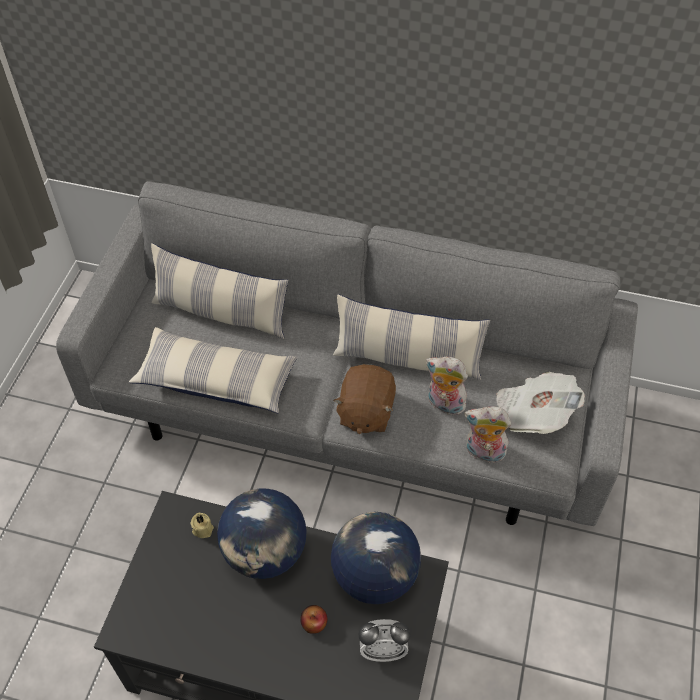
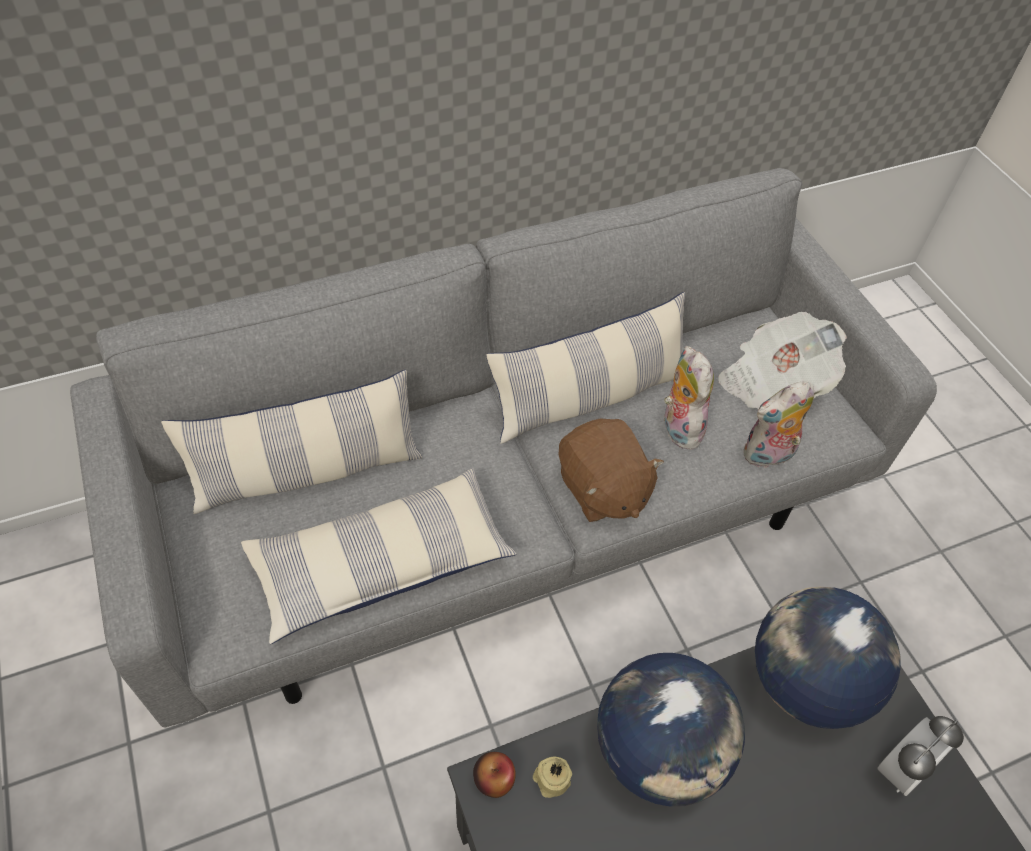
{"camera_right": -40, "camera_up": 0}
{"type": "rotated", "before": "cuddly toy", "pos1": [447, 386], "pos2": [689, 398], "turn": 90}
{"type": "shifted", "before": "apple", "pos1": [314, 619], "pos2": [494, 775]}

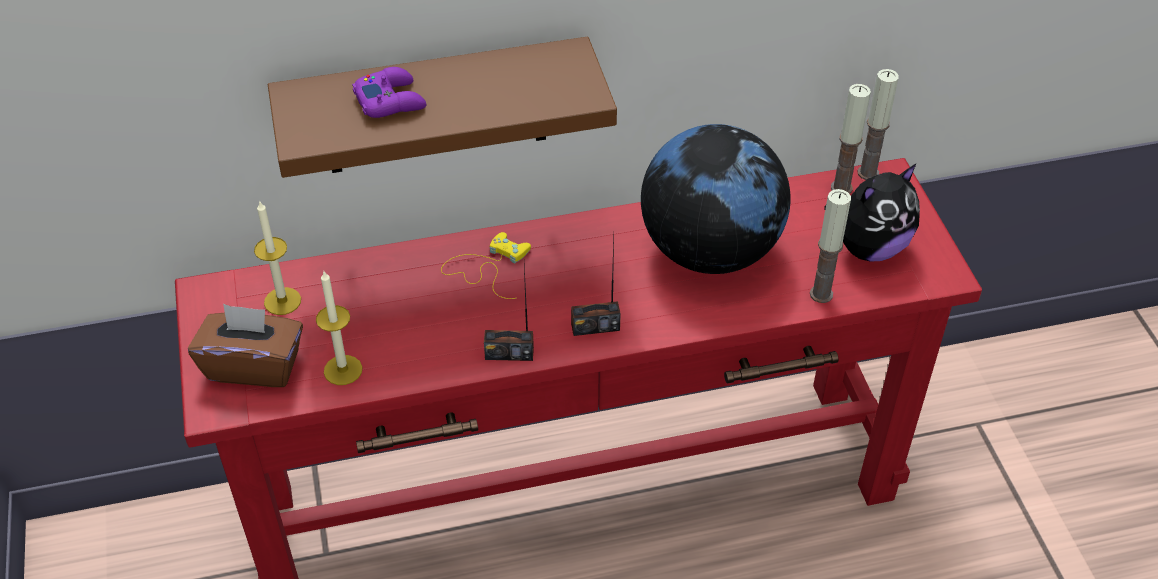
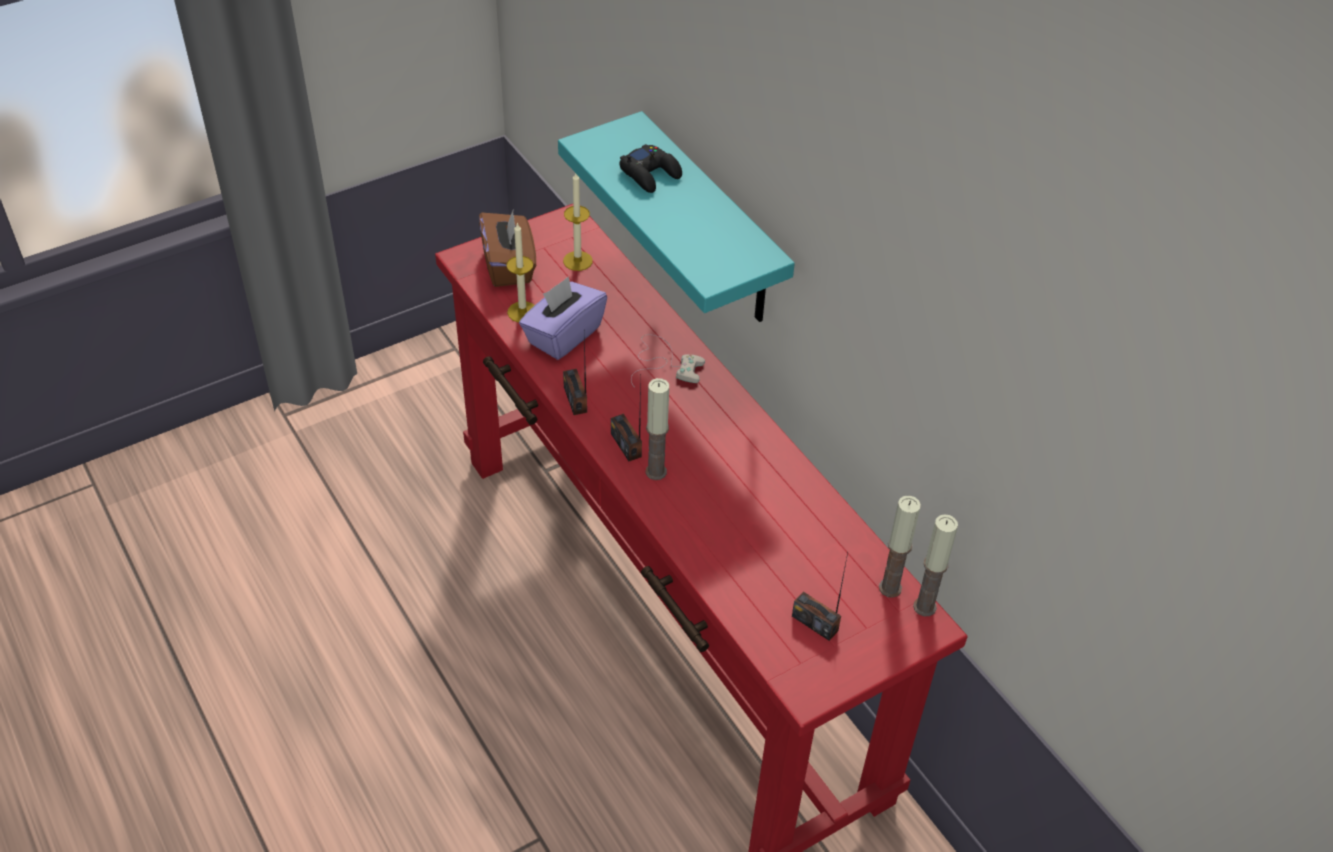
{"camera_right": 70, "camera_up": 0}
{"type": "repainted", "before": "brownish shelf", "after": "turquoise shelf", "pos1": [442, 107], "pos2": [676, 216]}
{"type": "repainted", "before": "purple joypad", "after": "blackish joypad", "pos1": [389, 92], "pos2": [650, 168]}
{"type": "gone", "before": "world globe", "pos1": [716, 199]}
{"type": "swapped", "before": "cuddly toy", "after": "radio", "pos1": [872, 212], "pos2": [820, 597]}
{"type": "shifted", "before": "wax candle", "pos1": [830, 246], "pos2": [657, 429]}
{"type": "repainted", "before": "yellowish joypad", "after": "white-coloured joypad", "pos1": [486, 265], "pos2": [668, 360]}
{"type": "new", "after": "purple tissue box", "pos2": [563, 318]}

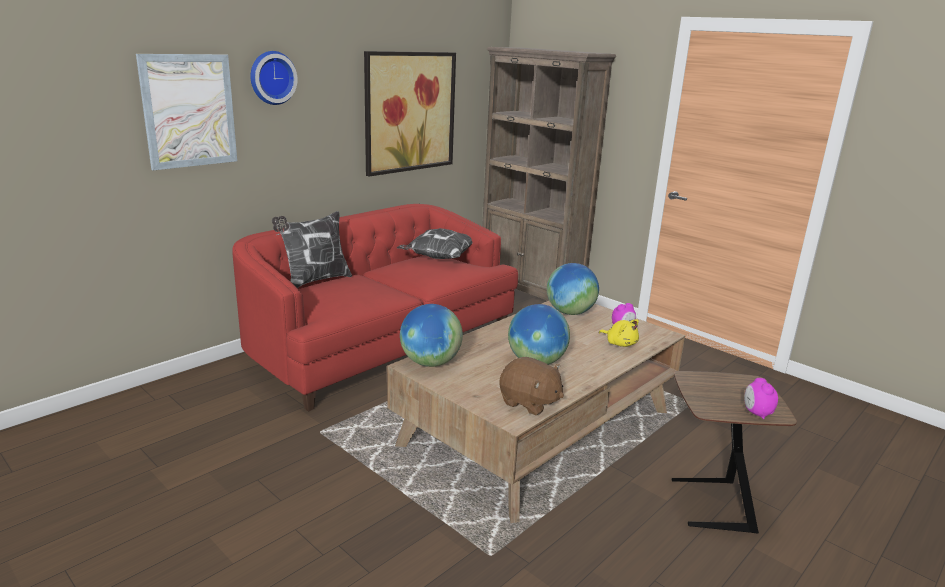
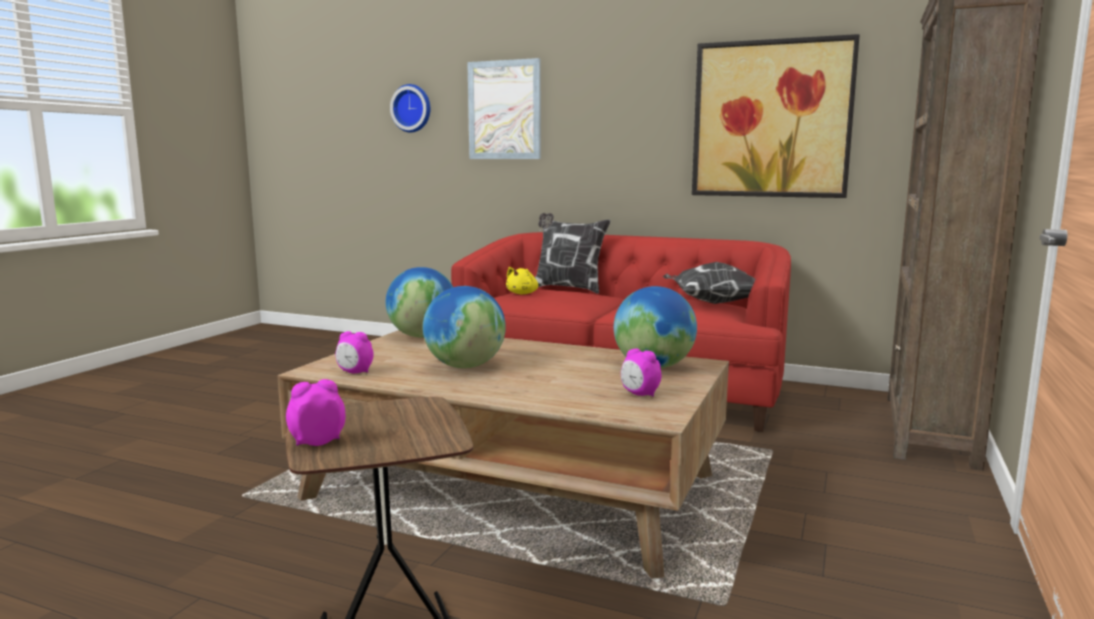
{"camera_right": 70, "camera_up": -10}
{"type": "shifted", "before": "wall clock", "pos1": [274, 78], "pos2": [410, 108]}
{"type": "shifted", "before": "yellowish cuddly toy", "pos1": [619, 333], "pos2": [522, 280]}
{"type": "swapped", "before": "brownish cuddly toy", "after": "alarm clock", "pos1": [531, 386], "pos2": [354, 352]}

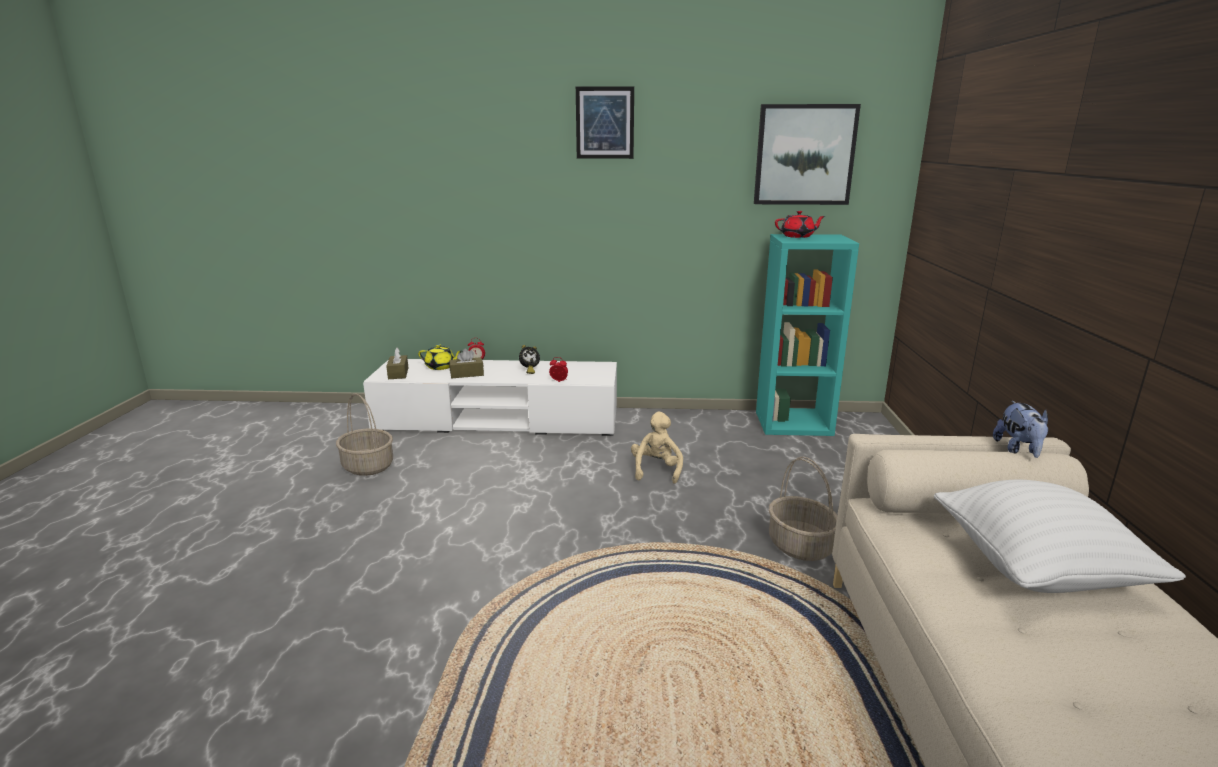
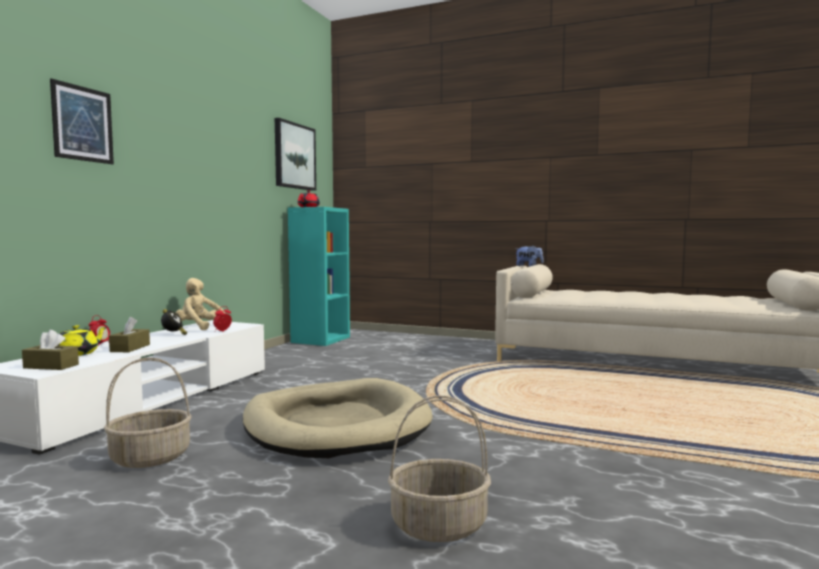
{"camera_right": -70, "camera_up": -15}
{"type": "shifted", "before": "wall picture", "pos1": [605, 122], "pos2": [82, 121]}
{"type": "shifted", "before": "beige-coloured cuddly toy", "pos1": [657, 448], "pos2": [200, 304]}
{"type": "shifted", "before": "household basket", "pos1": [803, 509], "pos2": [439, 469]}
{"type": "gone", "before": "white-coloured throw pillow", "pos1": [1060, 536]}
{"type": "new", "after": "beige-coloured dog bed", "pos2": [338, 418]}

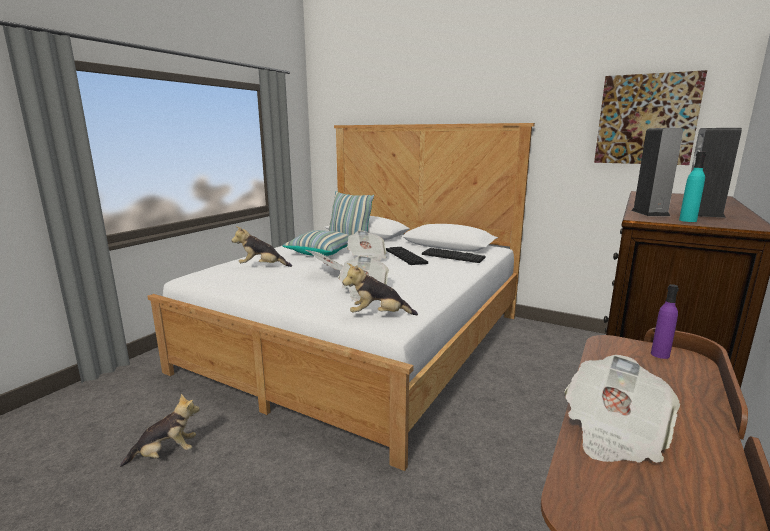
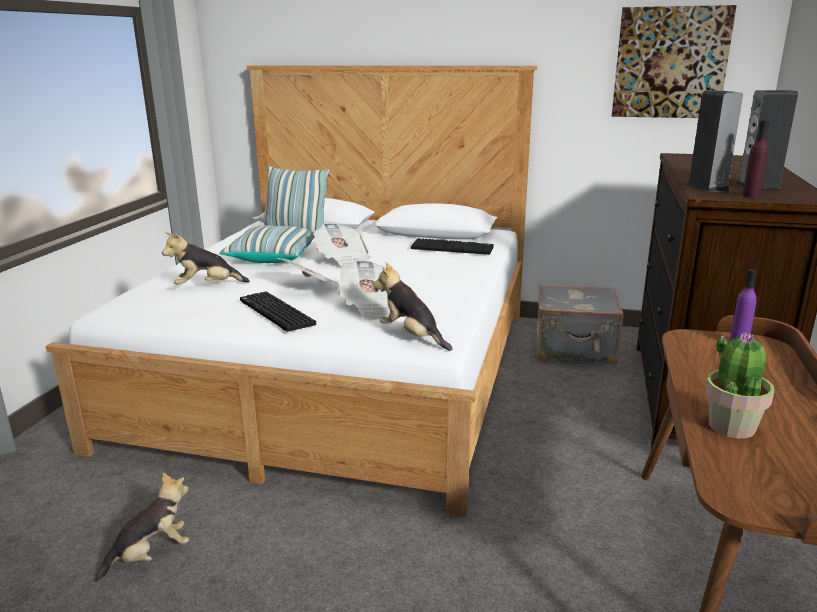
{"camera_right": -15, "camera_up": 5}
{"type": "repainted", "before": "turquoise bottle", "after": "purple bottle", "pos1": [692, 187], "pos2": [756, 159]}
{"type": "shifted", "before": "keyboard", "pos1": [407, 256], "pos2": [278, 312]}
{"type": "rotated", "before": "cuddly toy", "pos1": [380, 289], "pos2": [412, 307], "turn": 60}
{"type": "swapped", "before": "daily paper", "after": "plant in a pot", "pos1": [622, 409], "pos2": [739, 385]}
{"type": "new", "after": "gray piece of luggage", "pos2": [580, 324]}

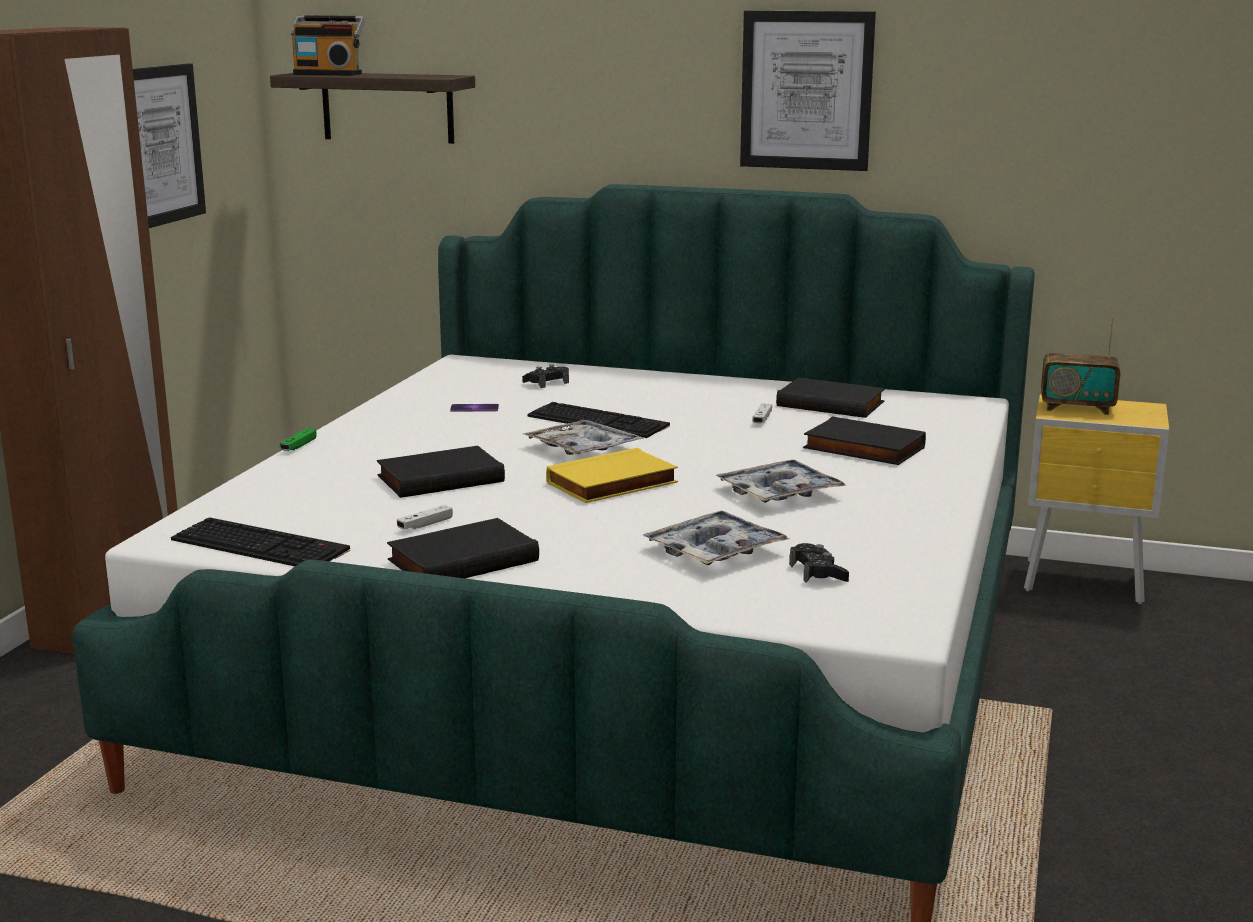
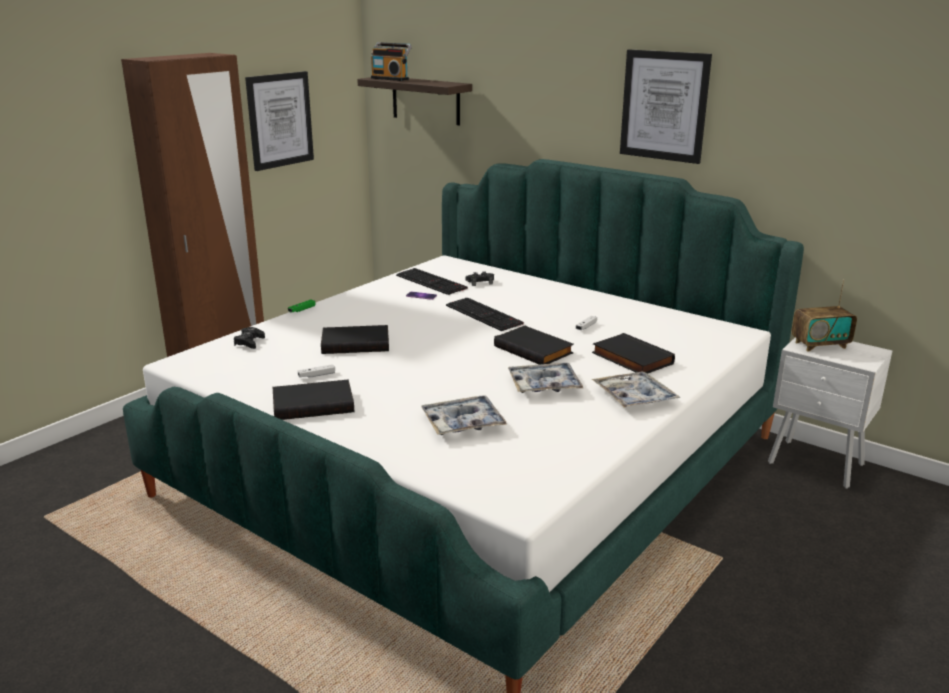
{"camera_right": 20, "camera_up": 5}
{"type": "rotated", "before": "radio", "pos1": [1080, 365], "pos2": [824, 315], "turn": -45}
{"type": "shifted", "before": "blackish bound book", "pos1": [830, 397], "pos2": [534, 345]}
{"type": "repainted", "before": "yellowish bedside table", "after": "white-coloured bedside table", "pos1": [1096, 499], "pos2": [830, 413]}
{"type": "shifted", "before": "carrying tray", "pos1": [583, 437], "pos2": [636, 390]}
{"type": "gone", "before": "yellowish bound book", "pos1": [612, 475]}
{"type": "shifted", "before": "keyboard", "pos1": [260, 542], "pos2": [432, 281]}
{"type": "shifted", "before": "blackish joypad", "pos1": [819, 563], "pos2": [249, 338]}

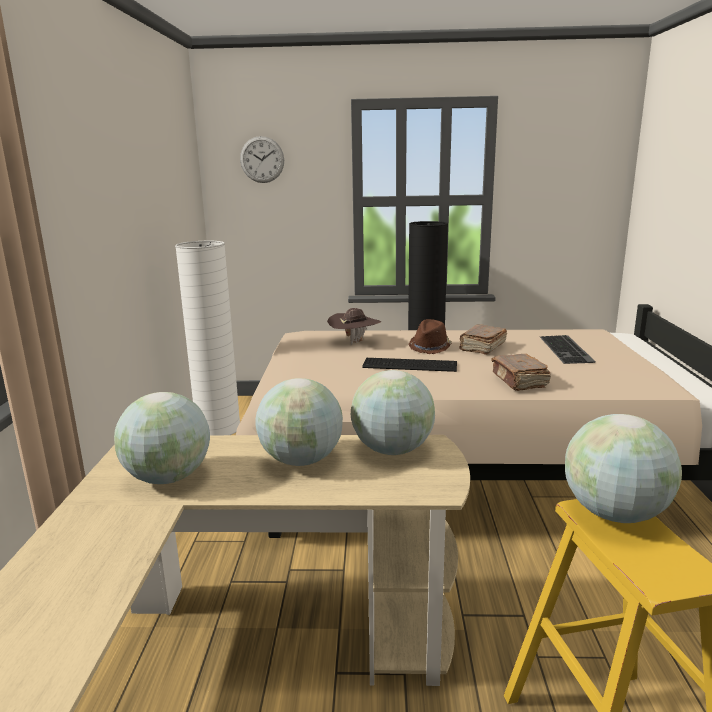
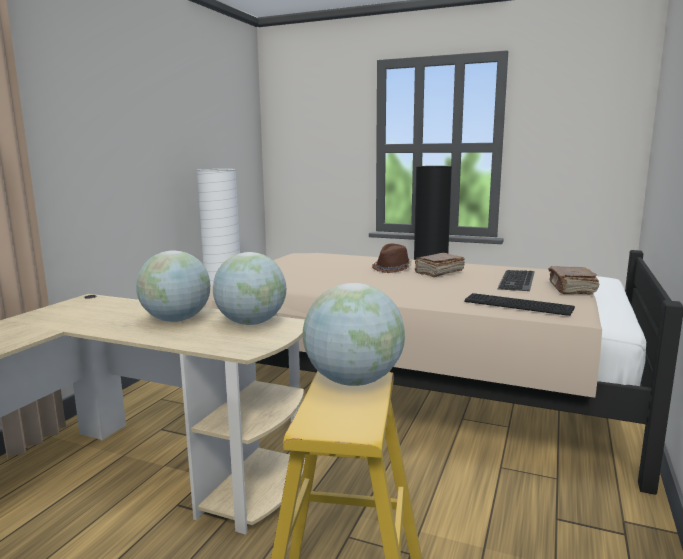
{"camera_right": 20, "camera_up": -5}
{"type": "gone", "before": "wall clock", "pos1": [262, 159]}
{"type": "gone", "before": "brownish wearable hat", "pos1": [354, 326]}
{"type": "shifted", "before": "brownish bound book", "pos1": [521, 372], "pos2": [573, 280]}
{"type": "shifted", "before": "keyboard", "pos1": [409, 365], "pos2": [519, 304]}
{"type": "gone", "before": "world globe", "pos1": [162, 438]}

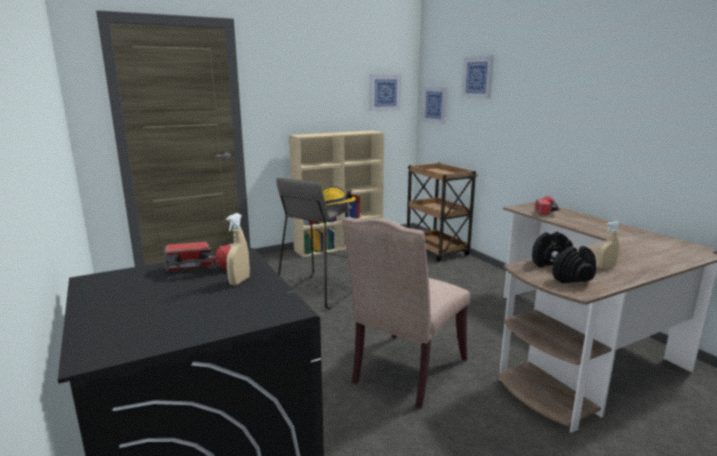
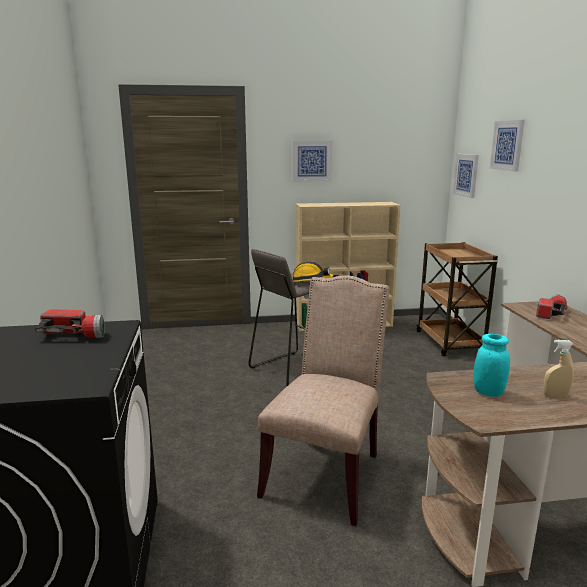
{"camera_right": 20, "camera_up": 0}
{"type": "shifted", "before": "wall picture", "pos1": [385, 92], "pos2": [312, 161]}
{"type": "gone", "before": "beige-coloured spray bottle", "pos1": [238, 249]}
{"type": "rotated", "before": "beige-coloured chair", "pos1": [406, 313], "pos2": [323, 400], "turn": 150}
{"type": "swapped", "before": "blackish hand weight", "after": "turquoise jar", "pos1": [564, 257], "pos2": [491, 365]}

